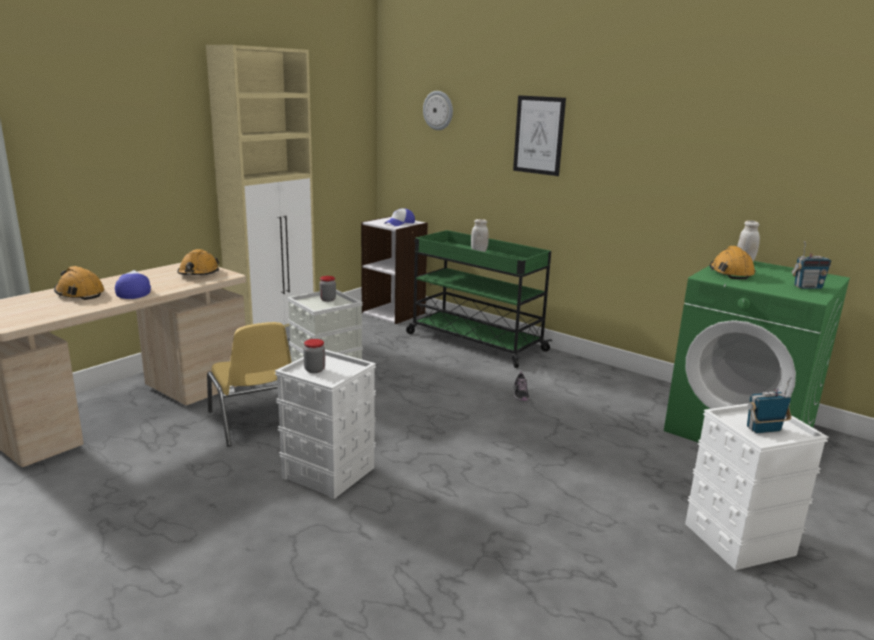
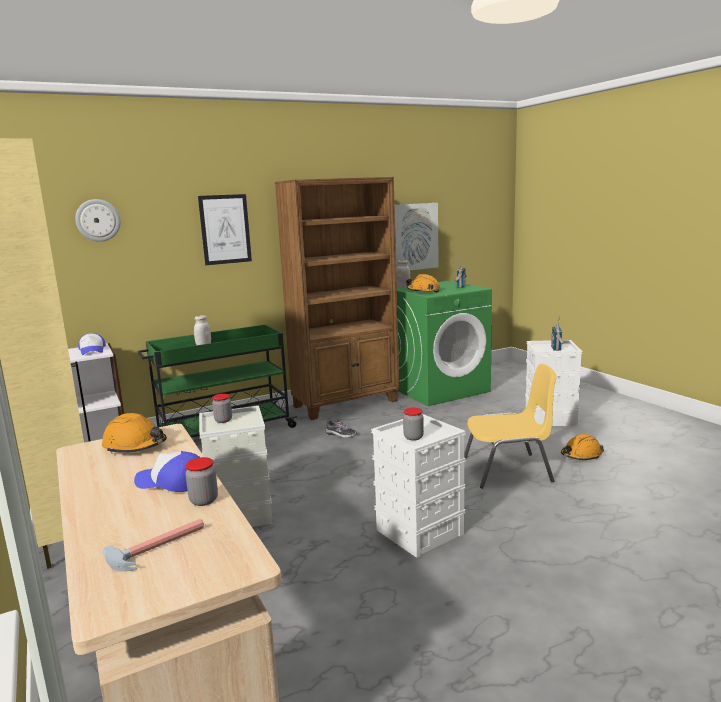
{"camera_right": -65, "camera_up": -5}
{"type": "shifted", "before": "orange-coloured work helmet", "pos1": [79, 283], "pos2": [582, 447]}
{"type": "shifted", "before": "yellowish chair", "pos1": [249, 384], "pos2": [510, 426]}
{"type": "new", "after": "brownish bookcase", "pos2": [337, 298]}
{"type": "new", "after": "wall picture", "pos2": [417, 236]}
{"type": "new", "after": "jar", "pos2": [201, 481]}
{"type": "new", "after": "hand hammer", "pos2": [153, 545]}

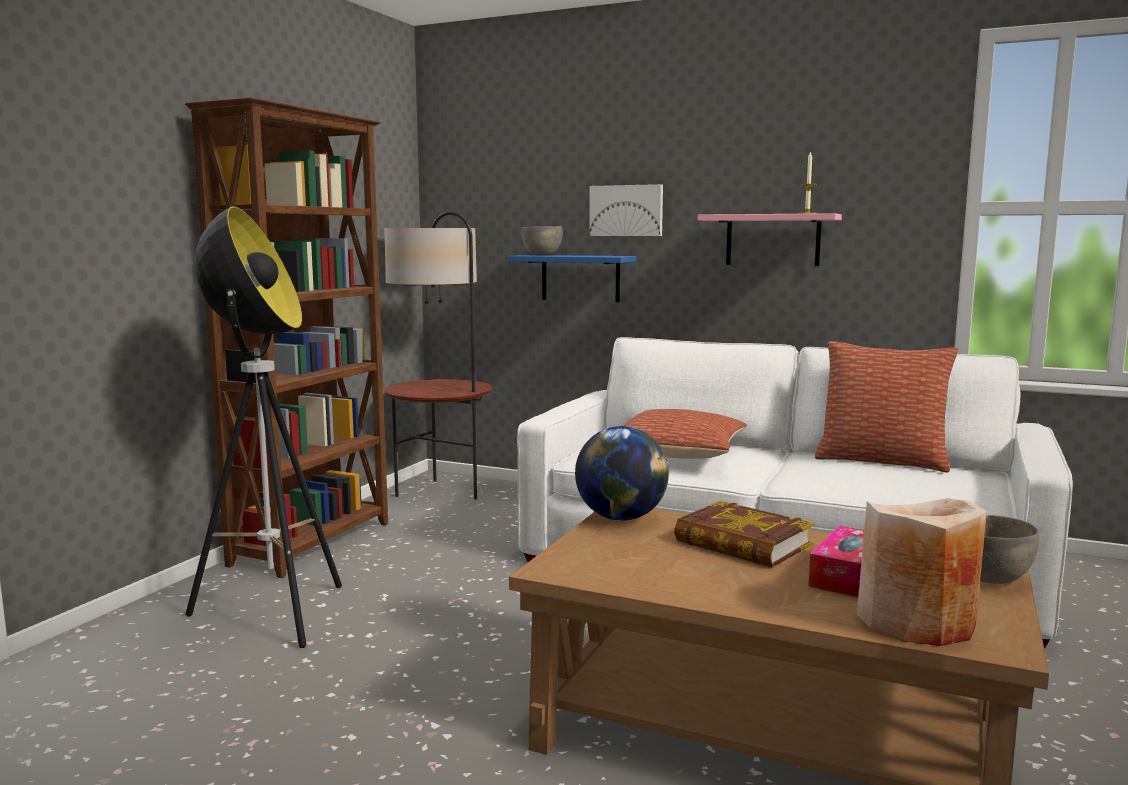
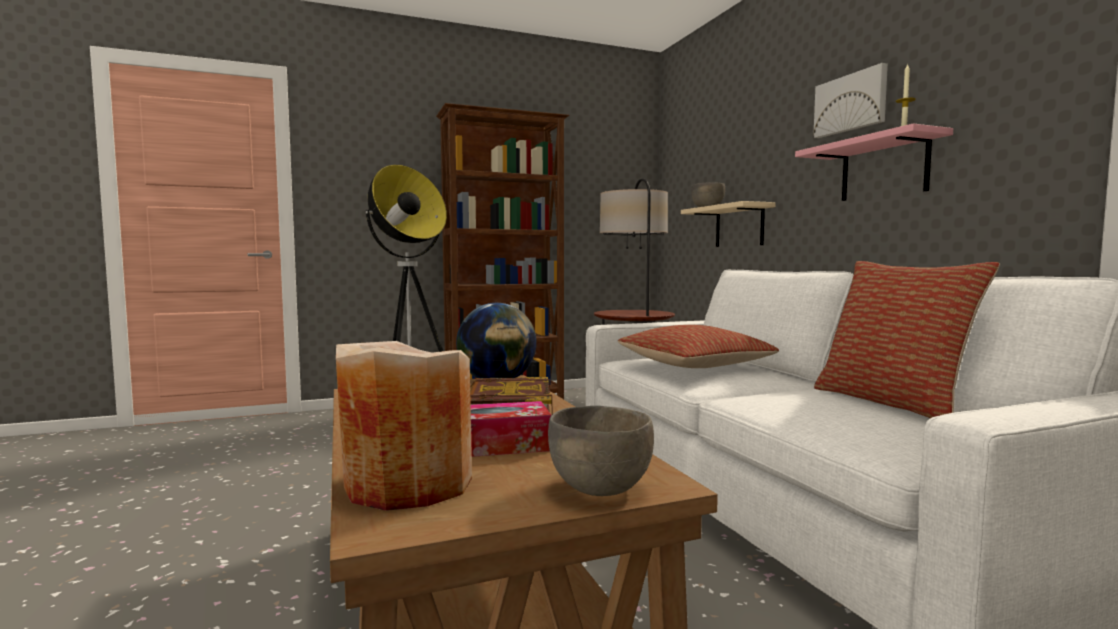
{"camera_right": 45, "camera_up": -5}
{"type": "shifted", "before": "wall picture", "pos1": [626, 210], "pos2": [850, 100]}
{"type": "repainted", "before": "blue-coloured shelf", "after": "beige-coloured shelf", "pos1": [572, 278], "pos2": [728, 224]}

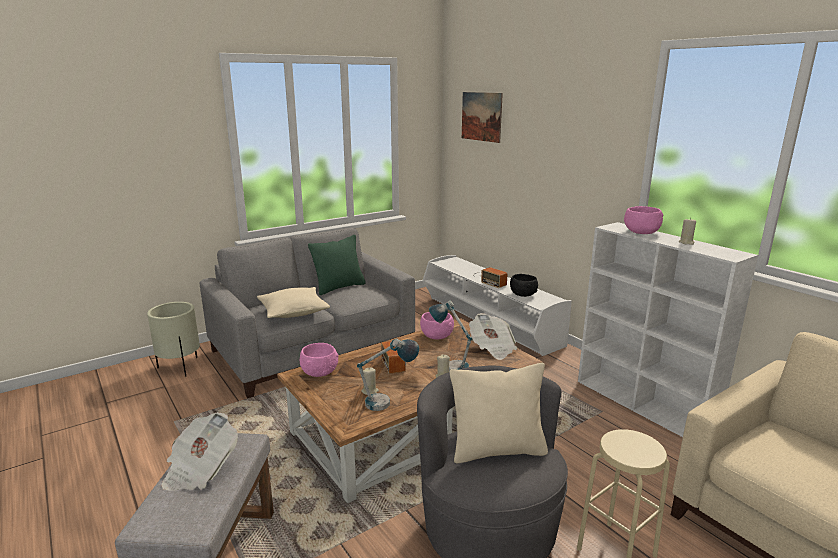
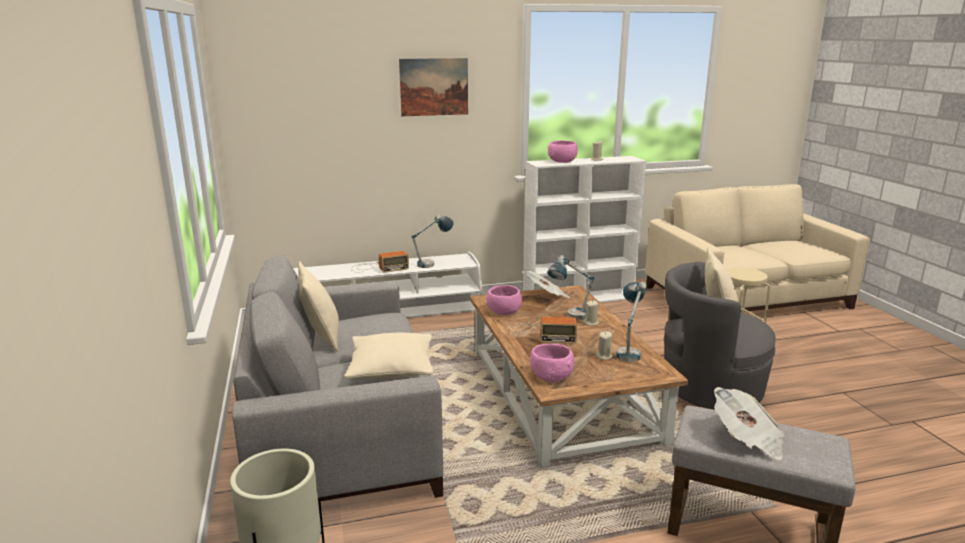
{"camera_right": -70, "camera_up": 0}
{"type": "shifted", "before": "wall picture", "pos1": [482, 117], "pos2": [433, 87]}
{"type": "repainted", "before": "green-coloured throw pillow", "after": "beige-coloured throw pillow", "pos1": [337, 265], "pos2": [318, 306]}
{"type": "swapped", "before": "blackish bowl", "after": "lamp for a table", "pos1": [524, 285], "pos2": [432, 241]}

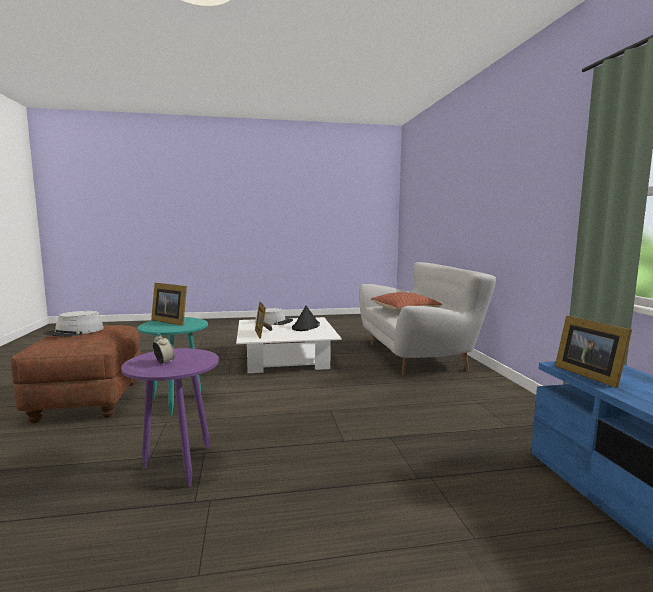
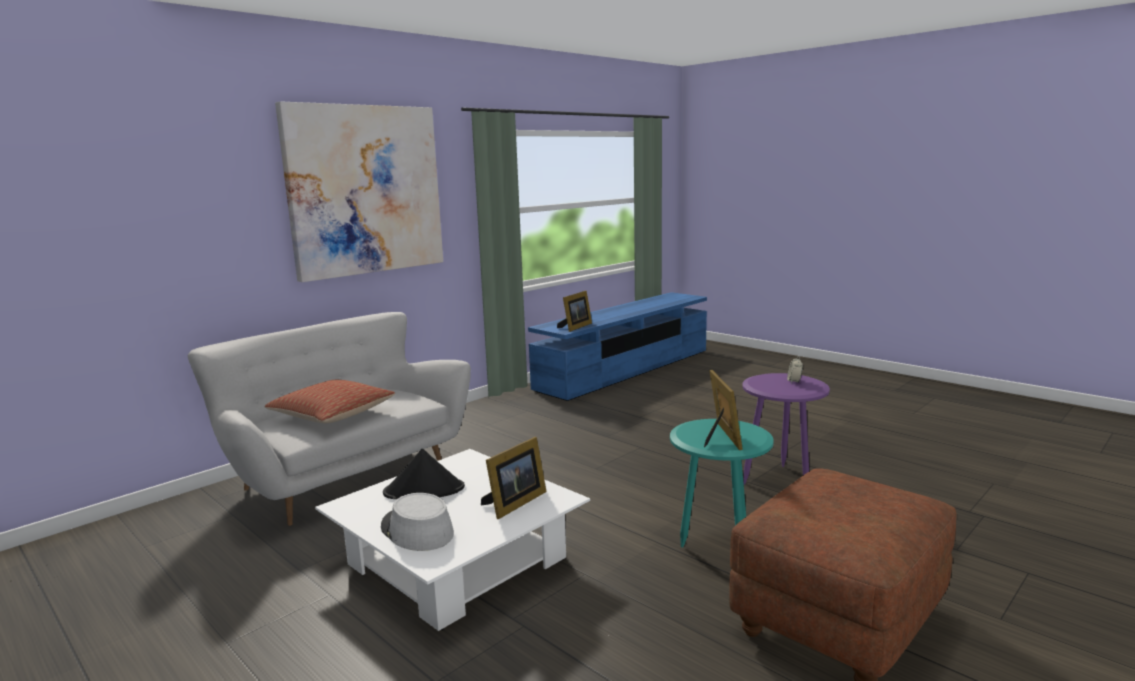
{"camera_right": -125, "camera_up": 5}
{"type": "gone", "before": "gray wearable hat", "pos1": [73, 324]}
{"type": "new", "after": "wall picture", "pos2": [359, 191]}

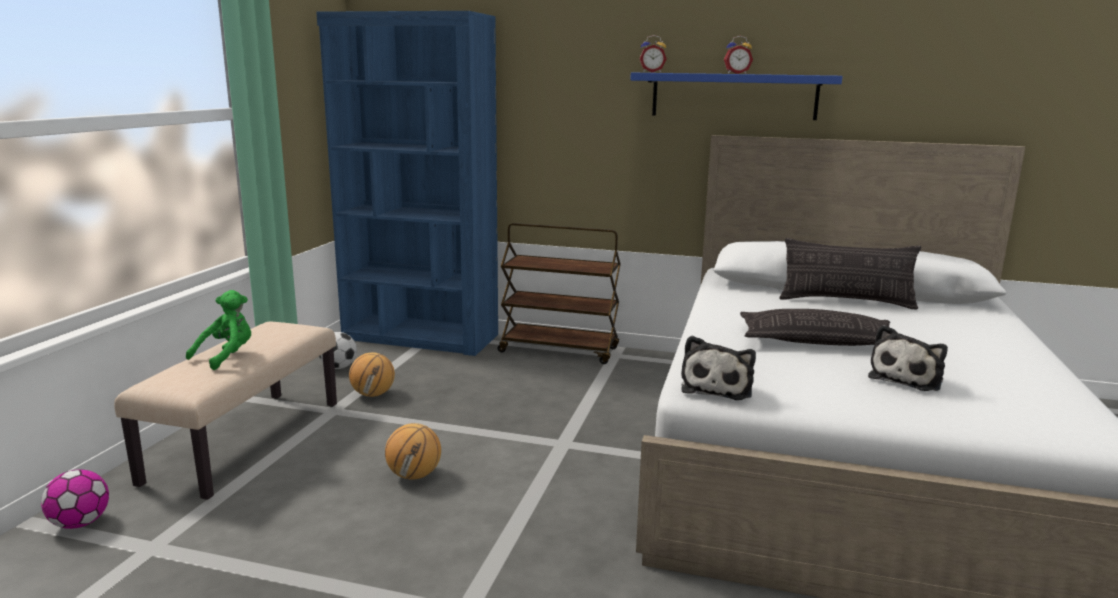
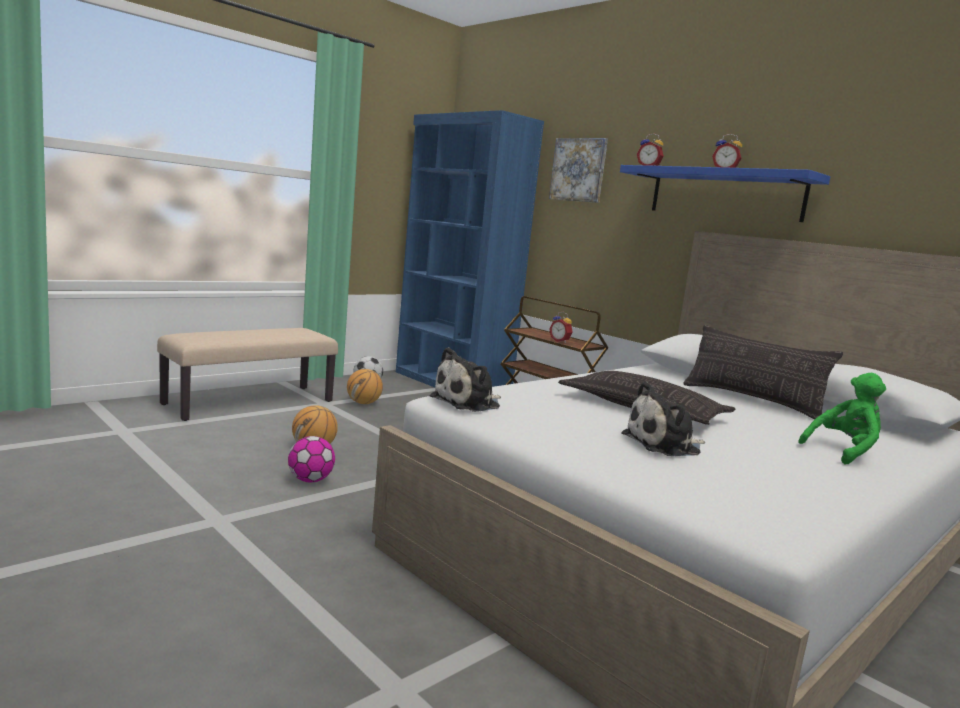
{"camera_right": 30, "camera_up": -5}
{"type": "shifted", "before": "green-coloured cuddly toy", "pos1": [218, 330], "pos2": [842, 418]}
{"type": "shifted", "before": "football", "pos1": [75, 499], "pos2": [311, 459]}
{"type": "new", "after": "wall picture", "pos2": [578, 170]}
{"type": "new", "after": "alarm clock", "pos2": [561, 327]}

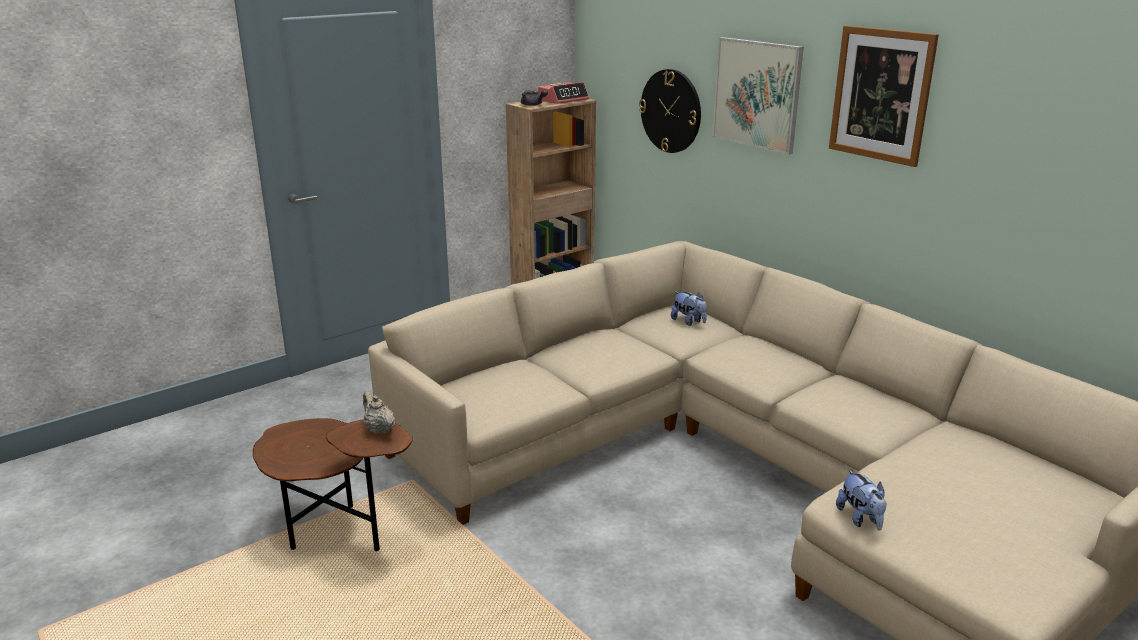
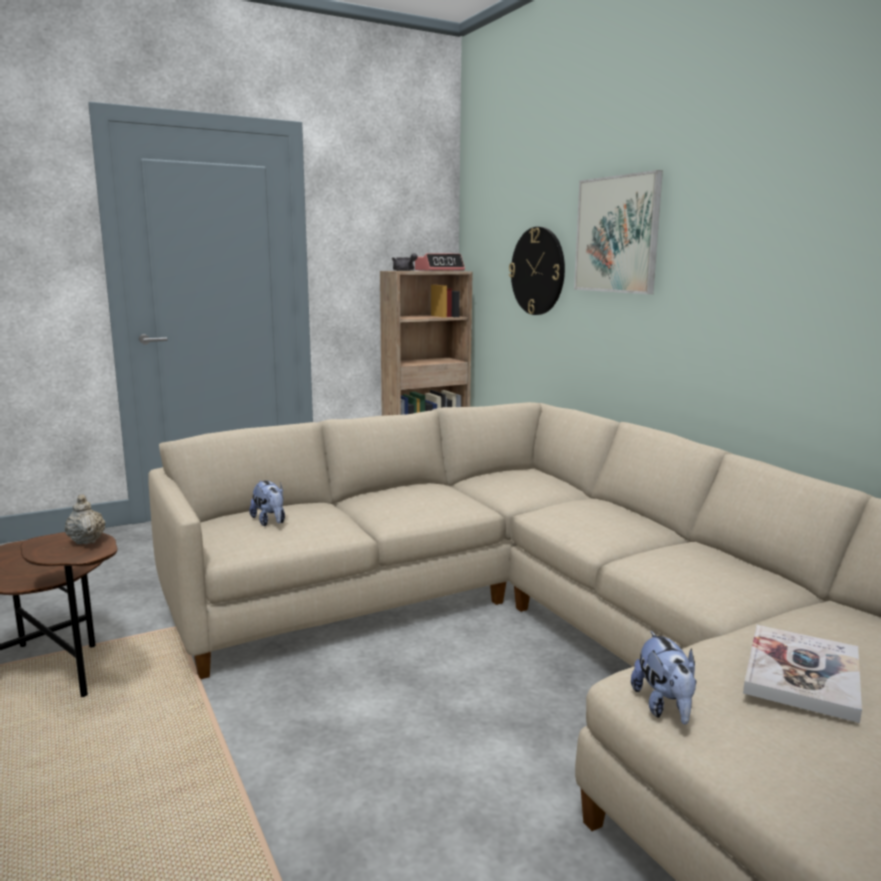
{"camera_right": 10, "camera_up": -10}
{"type": "gone", "before": "wall picture", "pos1": [884, 96]}
{"type": "shifted", "before": "cuddly toy", "pos1": [689, 308], "pos2": [267, 503]}
{"type": "new", "after": "bound book", "pos2": [802, 674]}

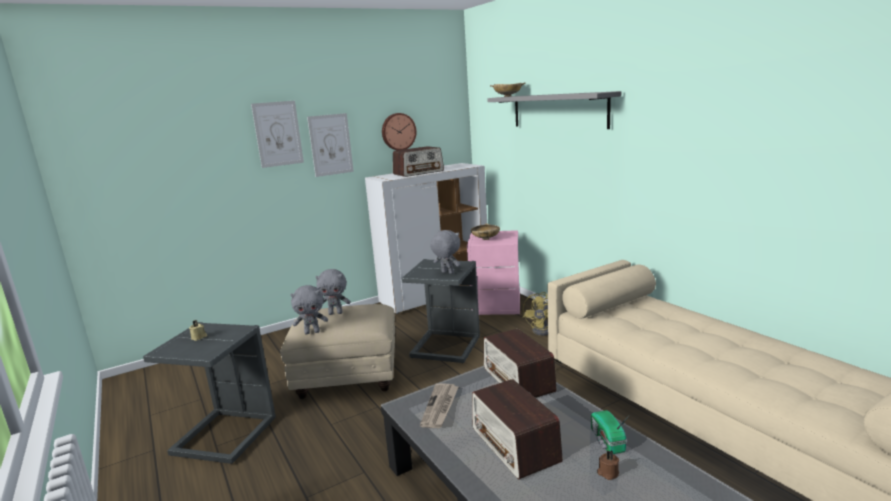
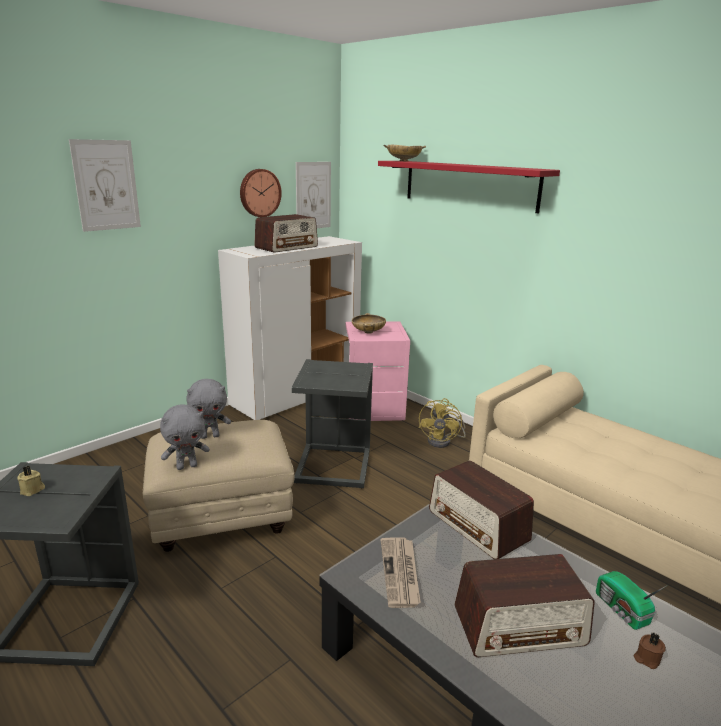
{"camera_right": -15, "camera_up": 5}
{"type": "repainted", "before": "gray shelf", "after": "red shelf", "pos1": [554, 110], "pos2": [469, 187]}
{"type": "shifted", "before": "wall picture", "pos1": [330, 145], "pos2": [313, 195]}
{"type": "gone", "before": "gray cuddly toy", "pos1": [445, 252]}
{"type": "rotated", "before": "radio", "pos1": [517, 429], "pos2": [524, 605], "turn": -60}

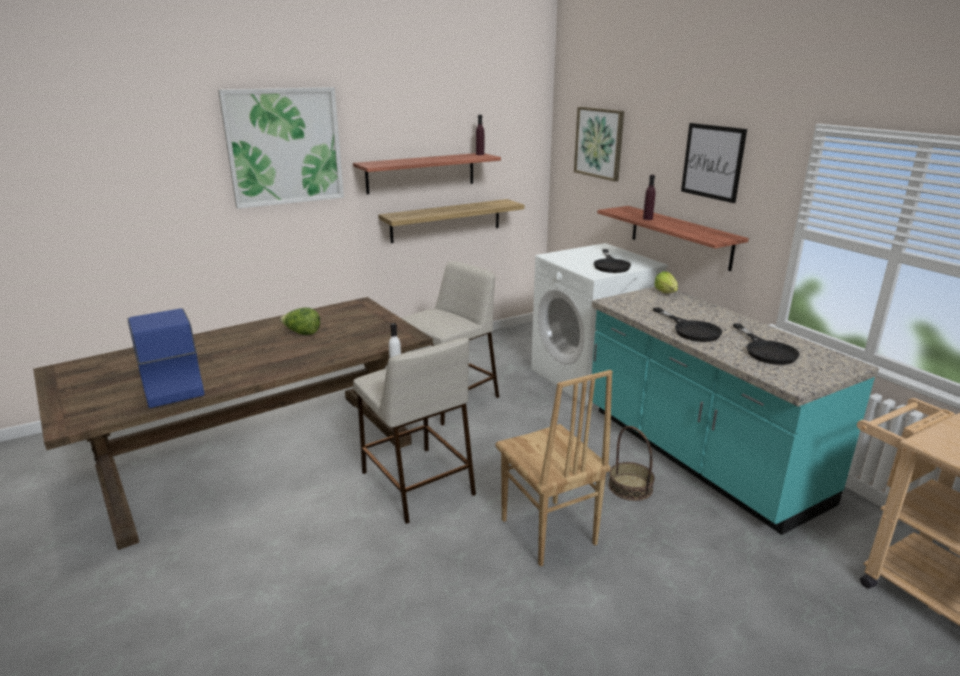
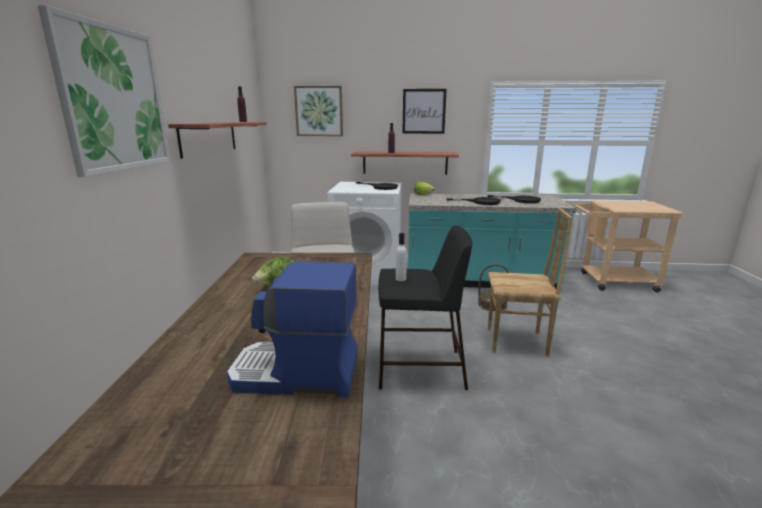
{"camera_right": -55, "camera_up": -5}
{"type": "gone", "before": "shelf", "pos1": [451, 221]}
{"type": "repainted", "before": "beige-coloured stool", "after": "blackish stool", "pos1": [414, 431], "pos2": [425, 307]}

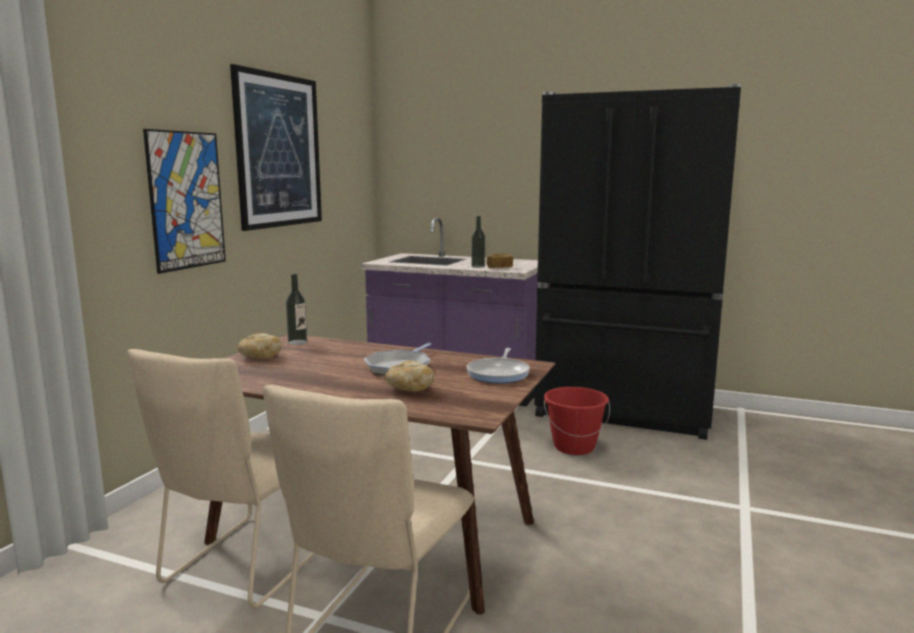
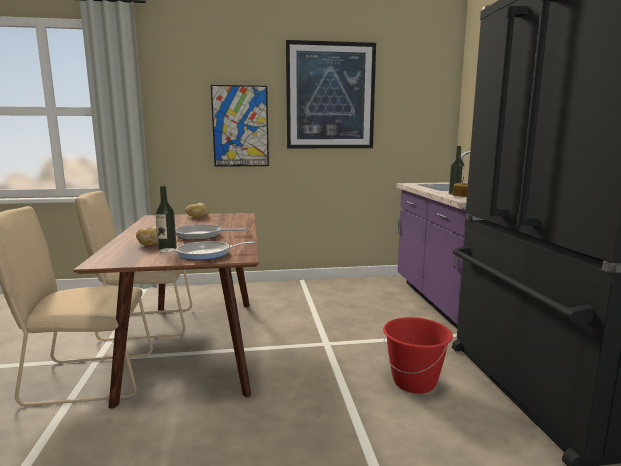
{"camera_right": 60, "camera_up": 0}
{"type": "shifted", "before": "bottle", "pos1": [296, 309], "pos2": [166, 219]}

